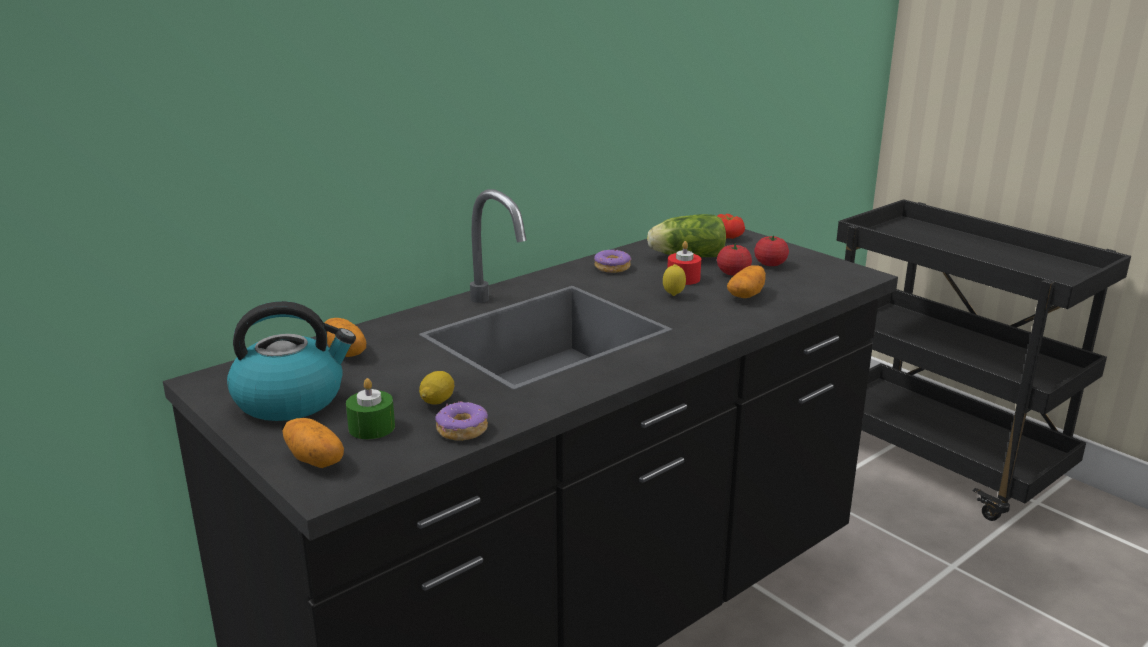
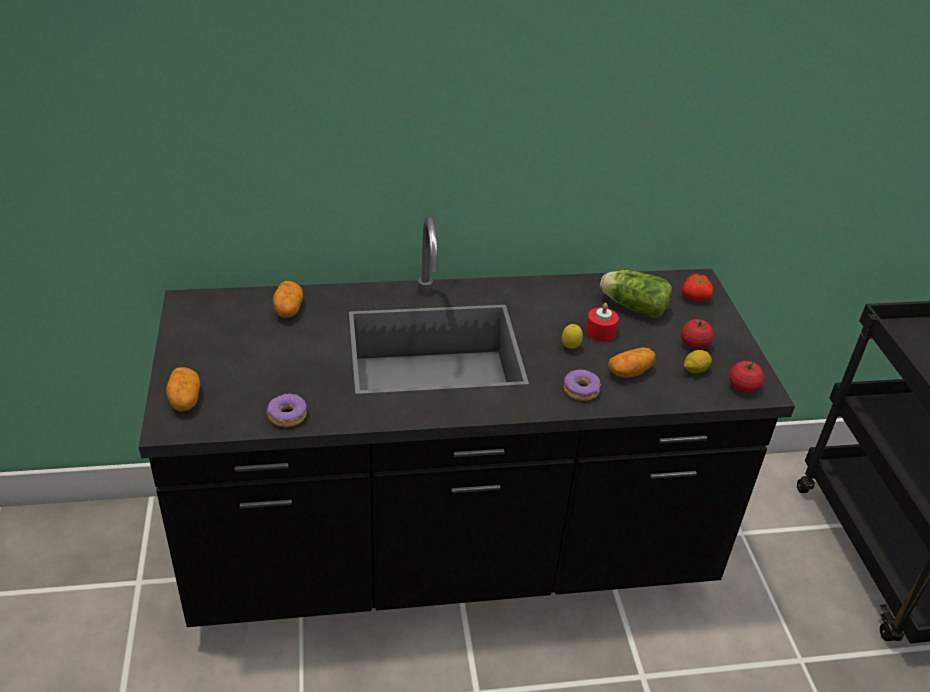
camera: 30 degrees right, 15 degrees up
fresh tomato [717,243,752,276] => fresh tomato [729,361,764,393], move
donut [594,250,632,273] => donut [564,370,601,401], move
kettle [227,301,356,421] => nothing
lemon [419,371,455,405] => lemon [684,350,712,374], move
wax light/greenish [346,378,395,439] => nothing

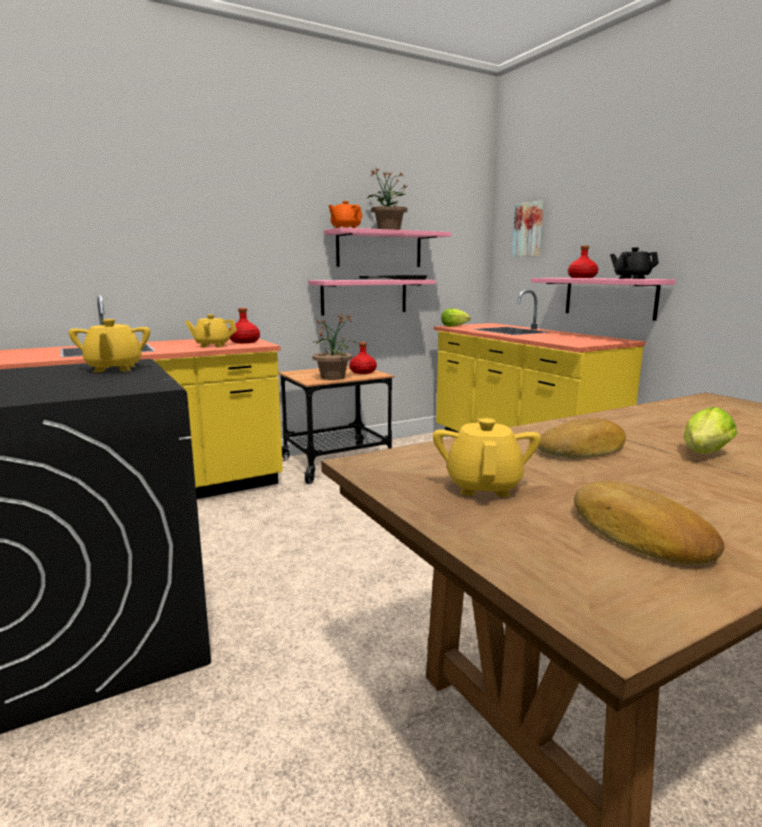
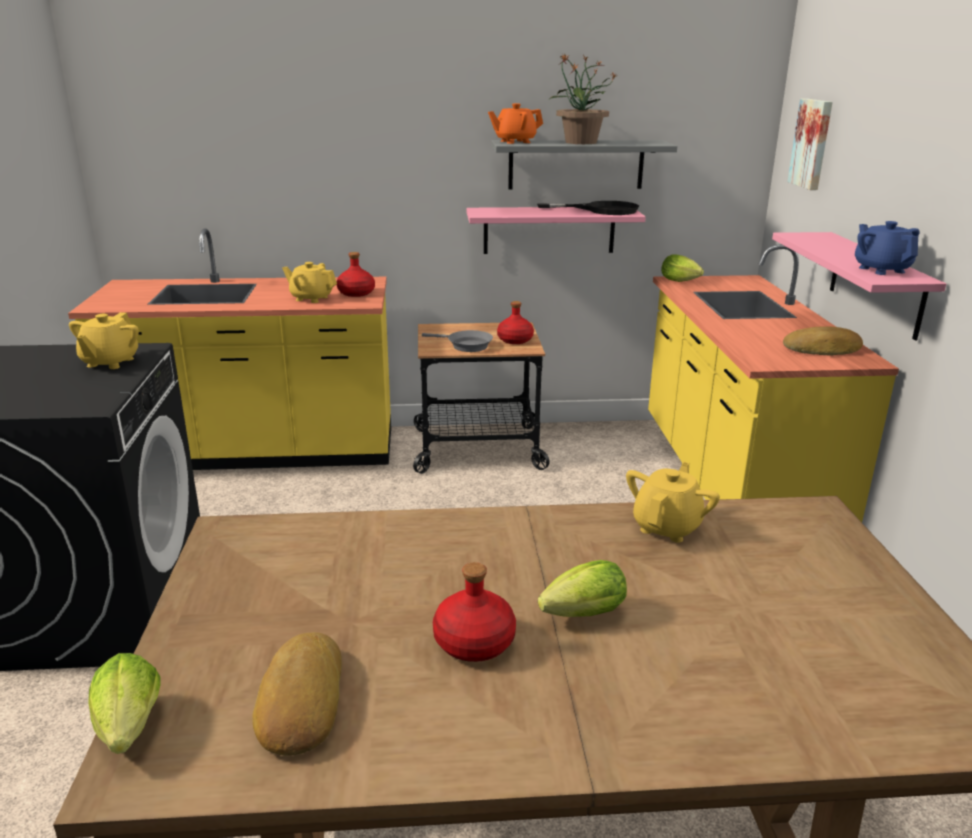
camera: 25 degrees right, 10 degrees up
wall shelf/pink-coloured [324,227,451,267] => wall shelf/gray [491,140,677,189]
bottle/red [568,246,598,278] => bottle/red [433,562,516,662], move
pot for tea/black-coloured [610,247,659,279] => pot for tea/bluish [855,221,920,275]
houseplant [313,314,358,380] => frying pan/gray [422,330,493,352]
pot for tea/yellowish [433,418,541,497] => pot for tea/yellowish [626,462,720,543], move
baked bread [538,418,626,458] => baked bread [783,326,863,355], move
nothing => lettuce [89,653,161,754]

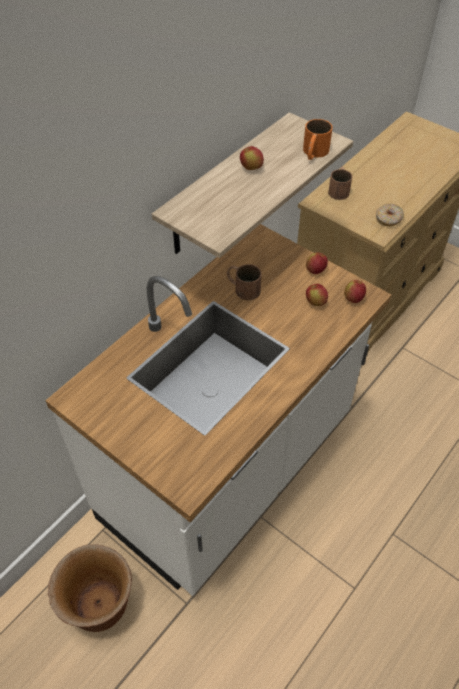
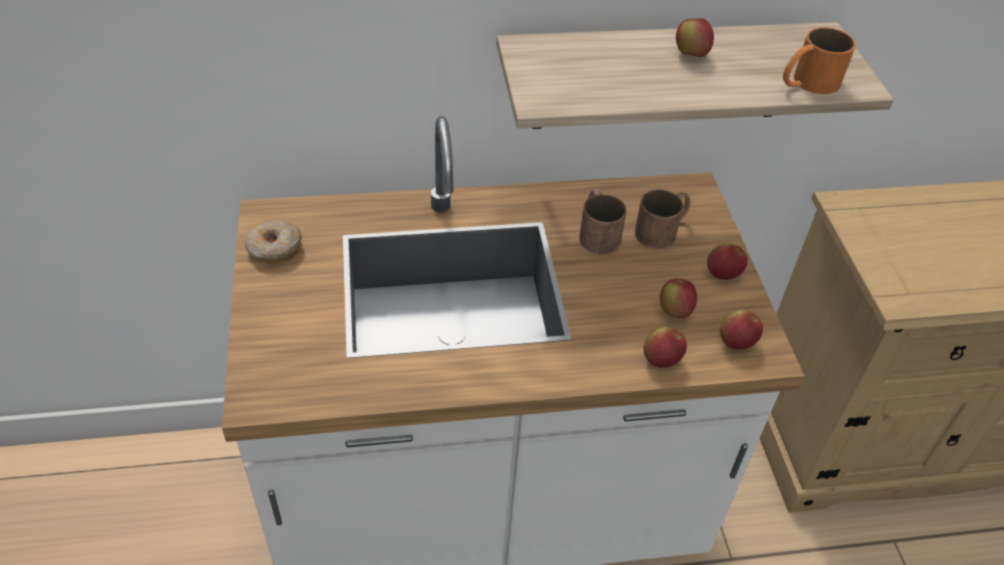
camera: 40 degrees right, 5 degrees down
coffee mug/brown-coloured [328,167,352,200] => coffee mug/brown-coloured [635,190,690,249], move
donut [376,204,404,226] => donut [244,220,302,263], move
flower pot/brown-coloured [48,544,132,632] => nothing
nothing => apple fruit [644,327,687,368]

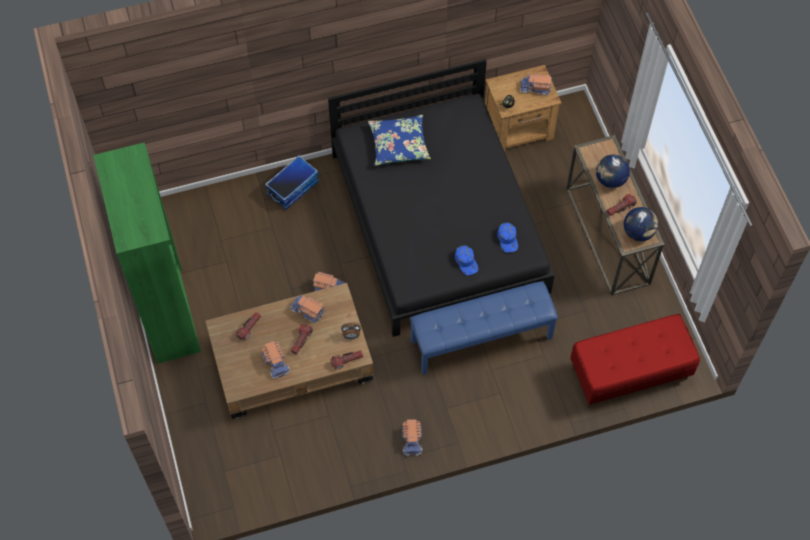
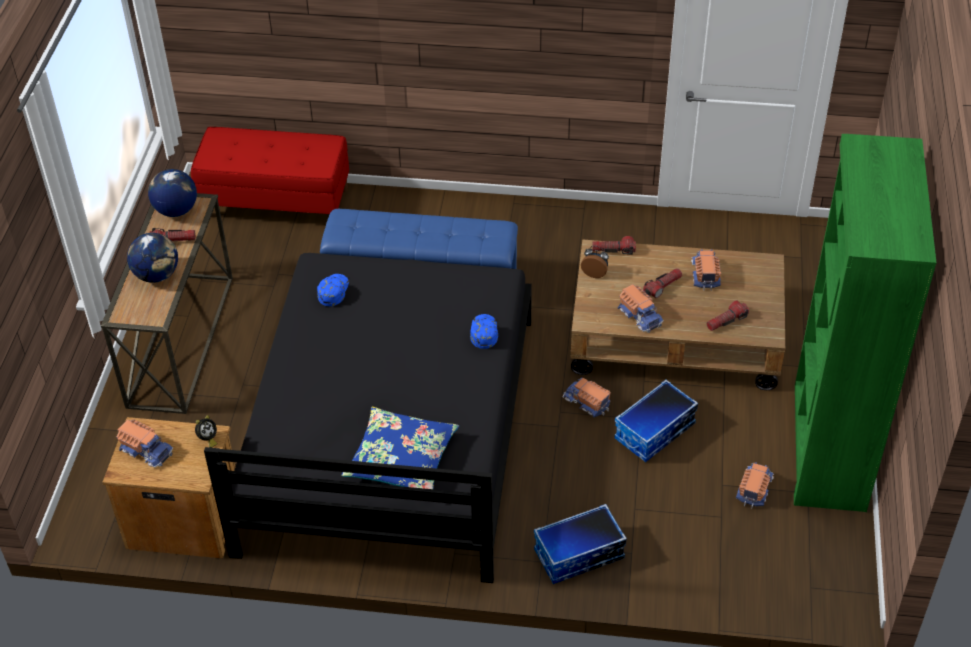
camera: 155 degrees left, 15 degrees down
cap/bluish [455,245,478,275] => cap/bluish [470,314,498,349], move
toy lorry [402,419,422,456] => toy lorry [736,462,774,508], move
nothing => storage bin [614,380,698,462]

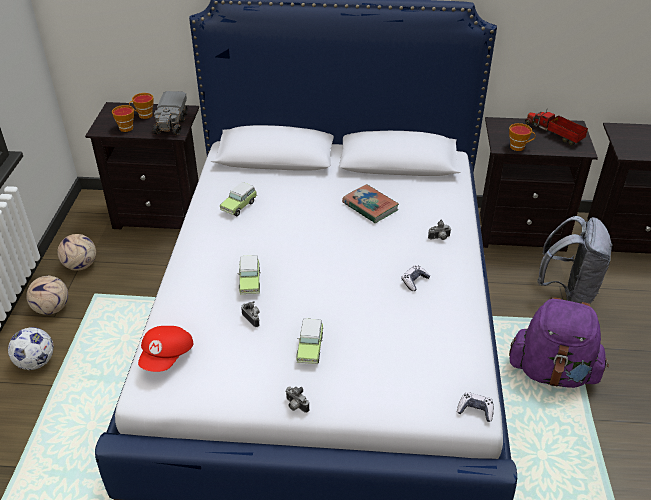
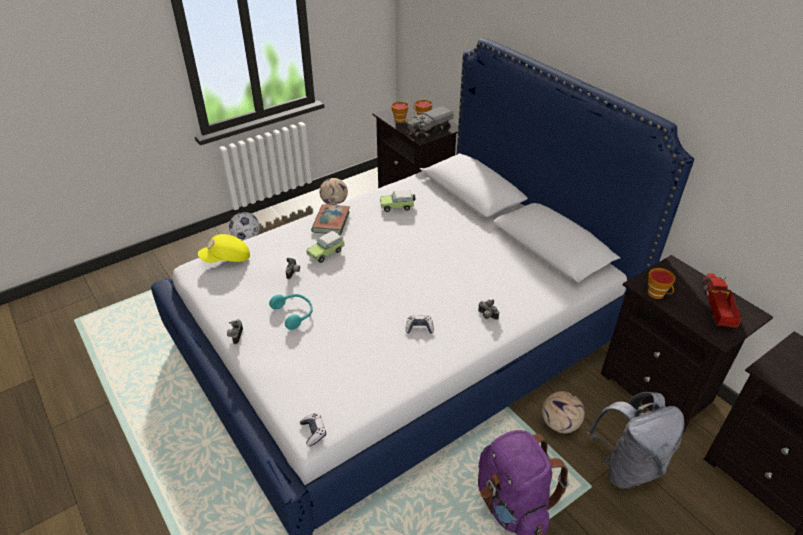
camera: 50 degrees right, 0 degrees up
bound book [342,184,399,223] => bound book [311,204,350,235], move
football ball [26,275,68,315] => football ball [542,391,585,433], move
miniature car [296,318,324,364] => headset/blue-green [269,294,313,330]
cap/red [138,326,193,372] => cap/yellowish [198,234,250,263]

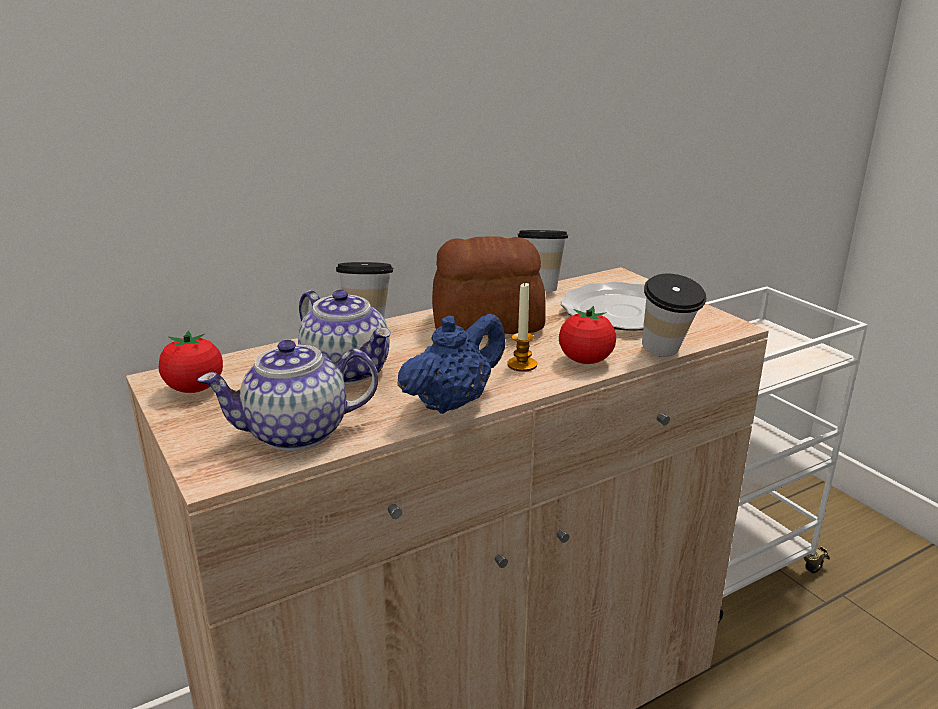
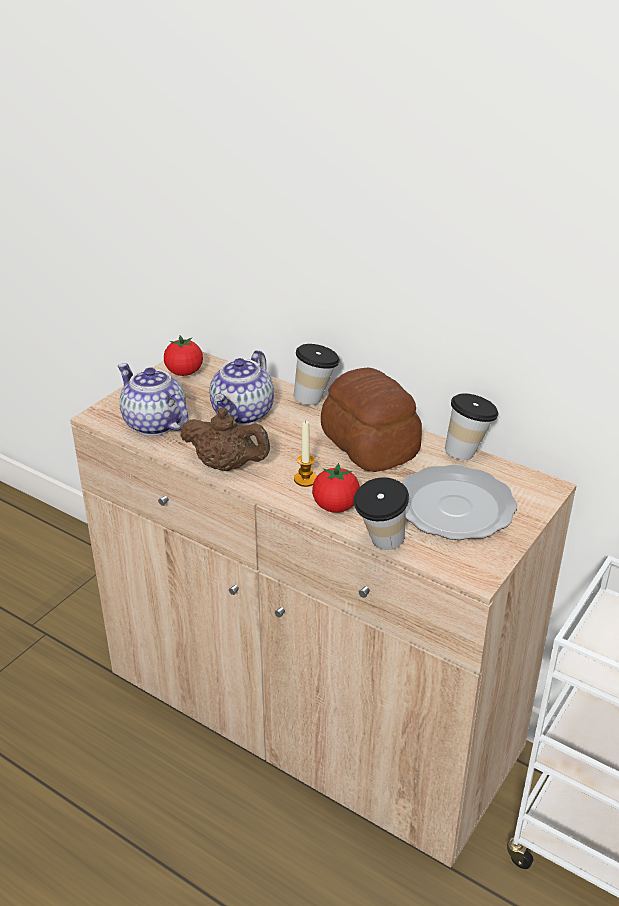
camera: 65 degrees right, 10 degrees up
pot for tea/bluish [397,314,505,414] => pot for tea/brown-coloured [180,408,270,471]

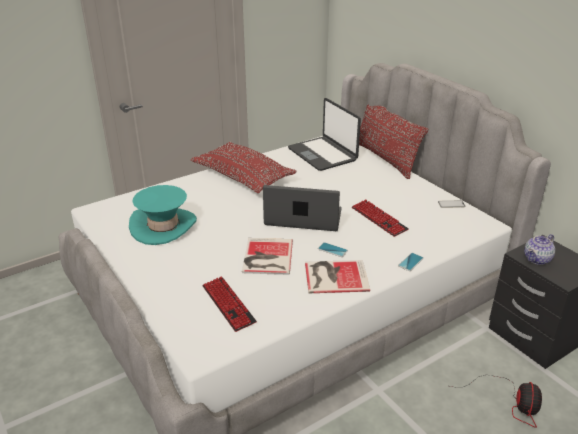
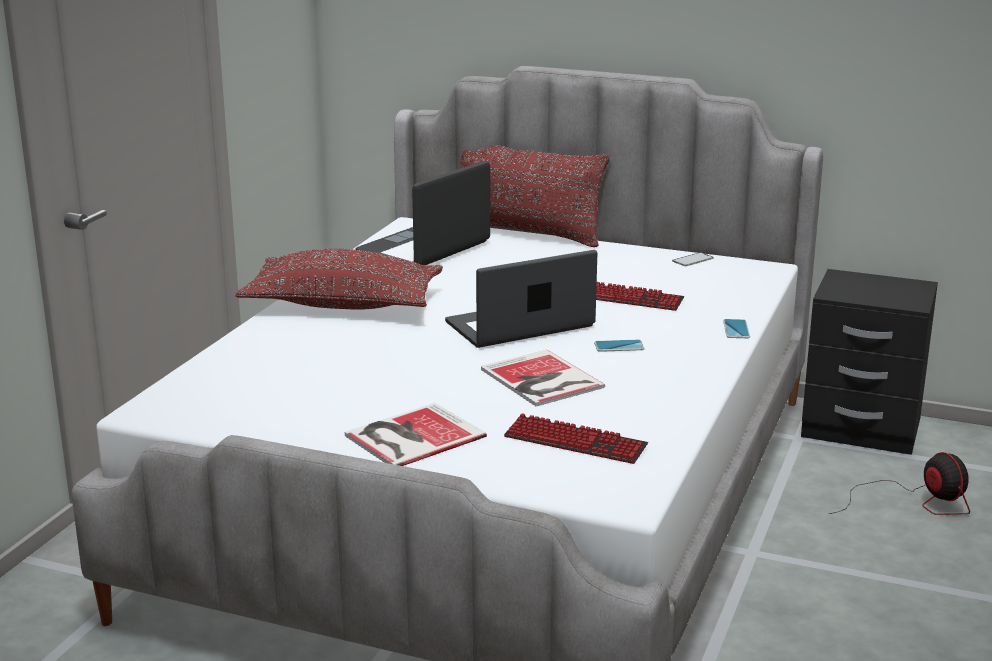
camera: 35 degrees left, 10 degrees down
portable computer [288,98,361,171] => portable computer [356,161,490,265], 105 degrees clockwise
wearable hat/blue-green [129,185,197,245] => nothing
pot for tea [524,234,555,265] => nothing
bound book [305,260,370,293] => bound book [345,403,487,466], move

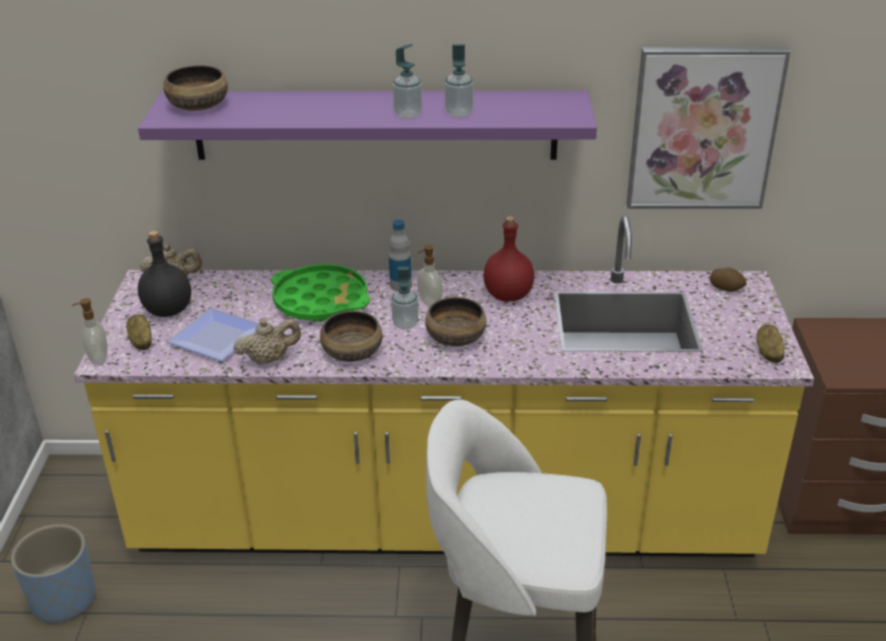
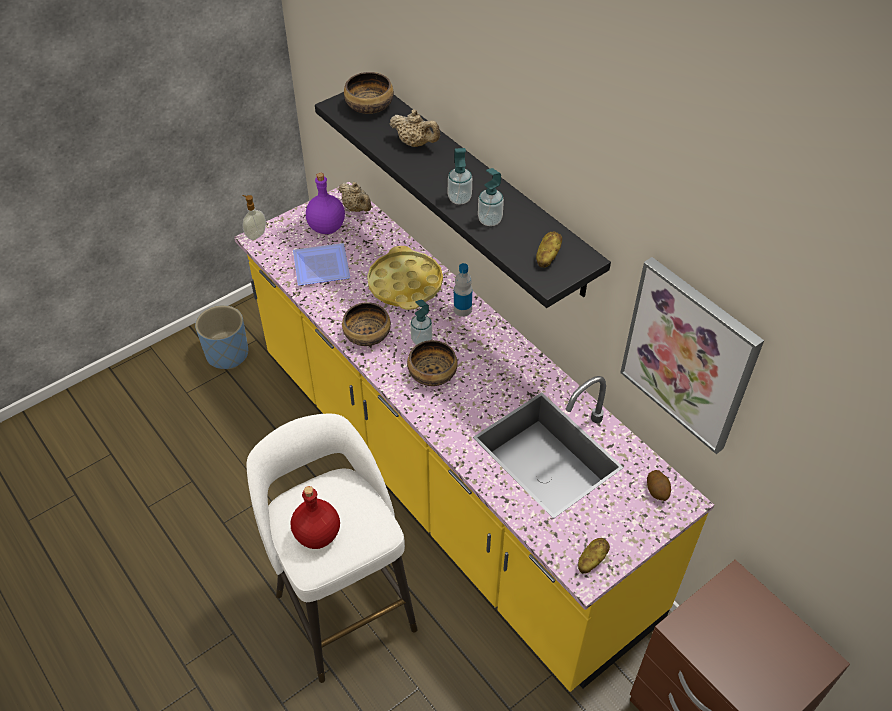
camera: 50 degrees right, 15 degrees up
wall shelf/purplish [138,91,597,160] => wall shelf/black-coloured [315,92,611,308]
bottle/red [483,216,534,302] => bottle/red [290,486,340,549], move
bottle/black-coloured [138,231,191,317] => bottle/purplish [306,173,345,234]
liquid soap bottle [417,245,443,307] => nothing
serving tray/greenish [271,264,370,322] => serving tray/yellowish [367,246,443,310]
potato [126,314,152,350] => potato [536,232,562,268], move
pot for tea/beige [233,319,301,365] => pot for tea/beige [390,109,440,147], move

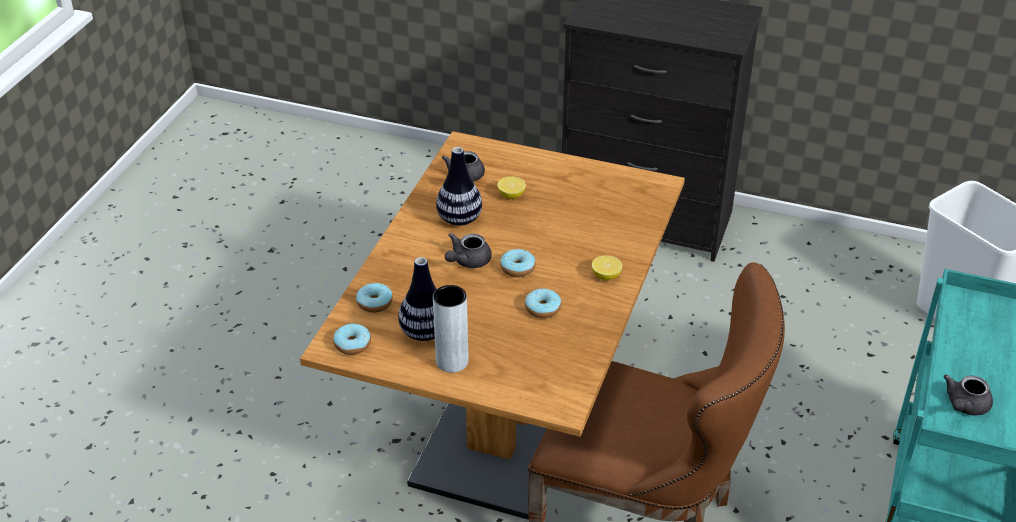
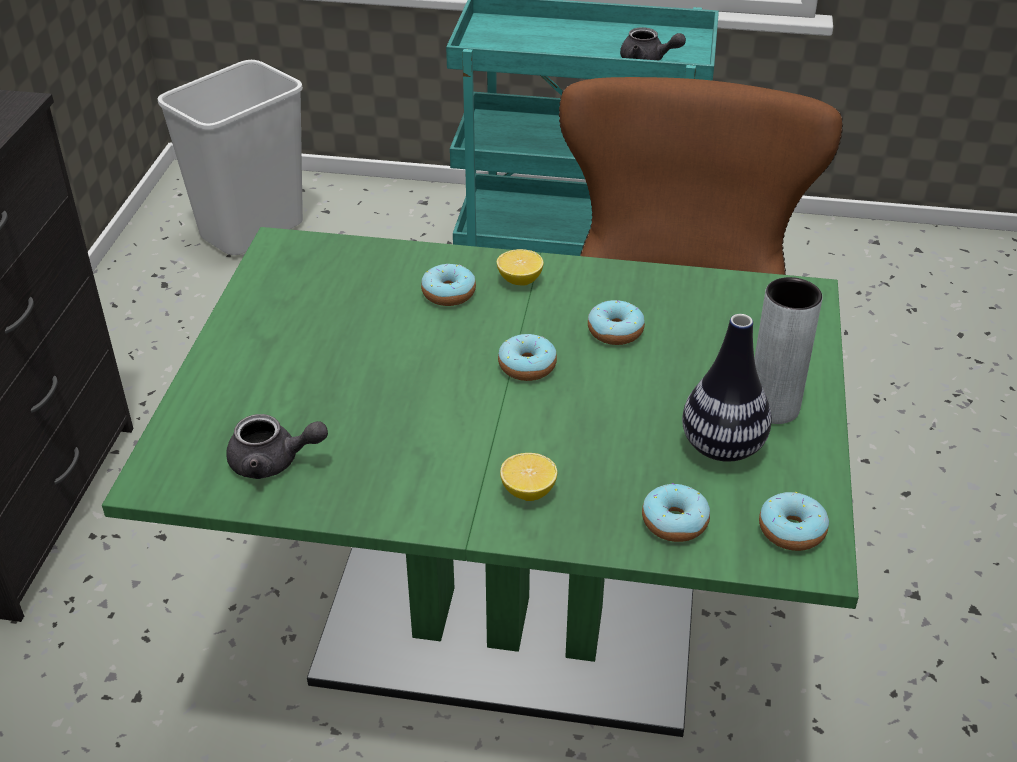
camera: 100 degrees left, 0 degrees up
dinner table/brown-coloured [300,131,685,520] => dinner table/greenish [102,227,859,737]
decorative vase [436,147,482,226] => nothing
lemon [497,176,526,199] => lemon [500,453,557,501], move
pot for tea/gray [445,233,492,268] => nothing
nothing => donut [421,264,476,306]

